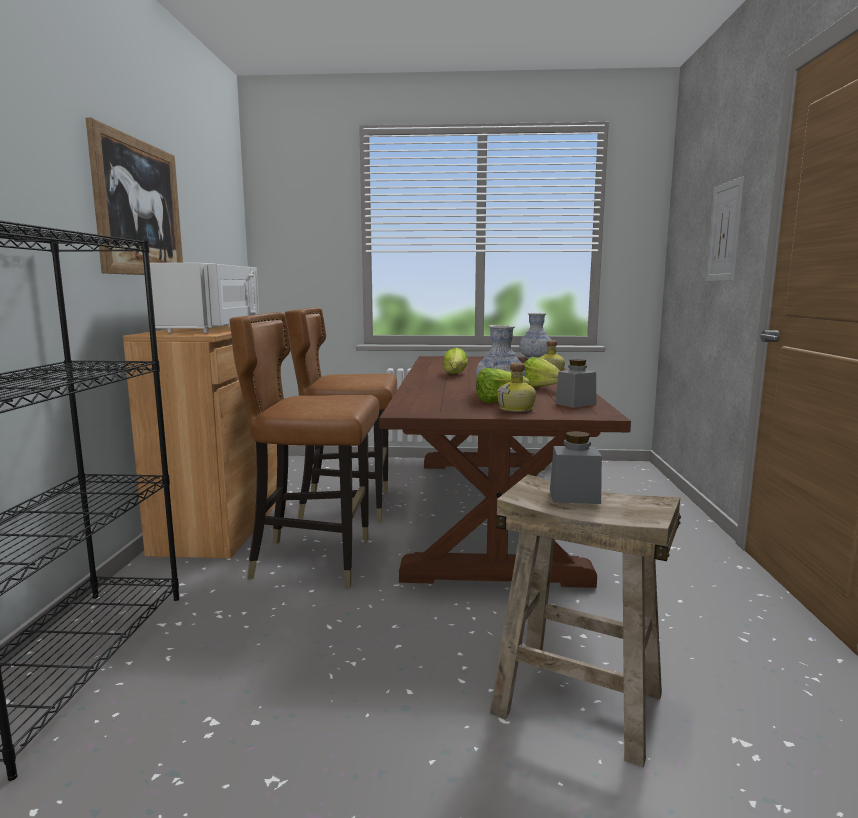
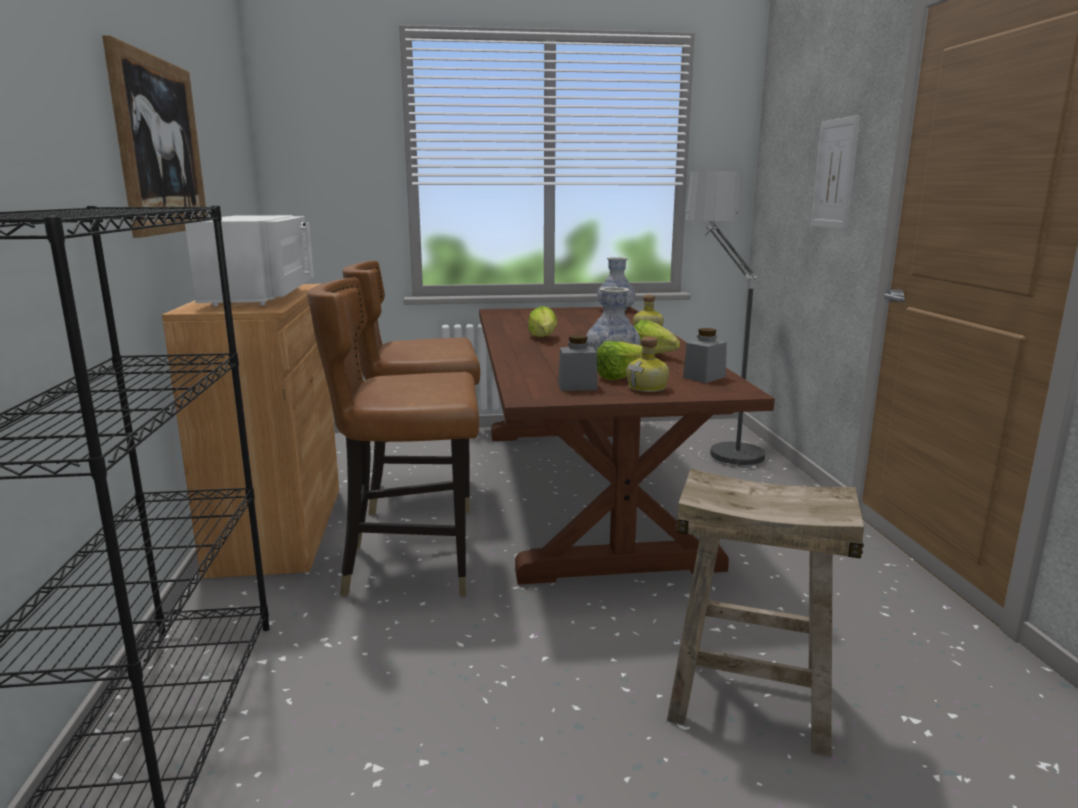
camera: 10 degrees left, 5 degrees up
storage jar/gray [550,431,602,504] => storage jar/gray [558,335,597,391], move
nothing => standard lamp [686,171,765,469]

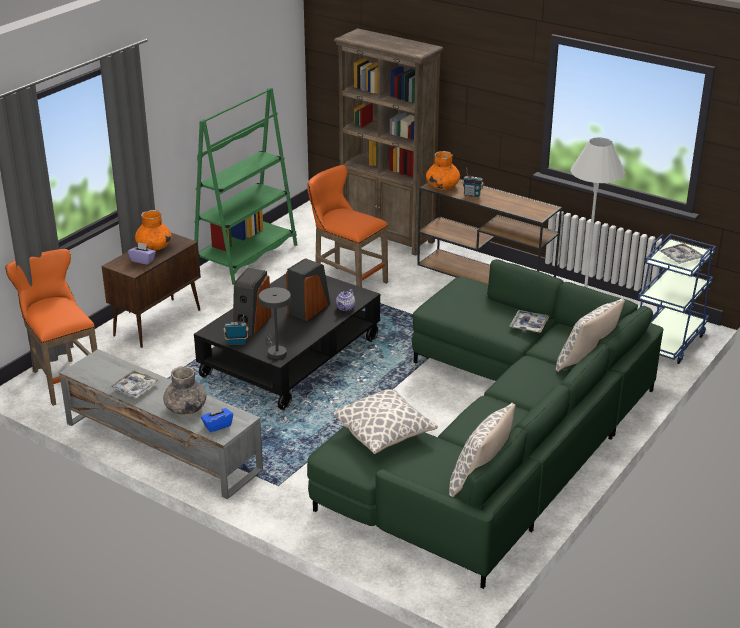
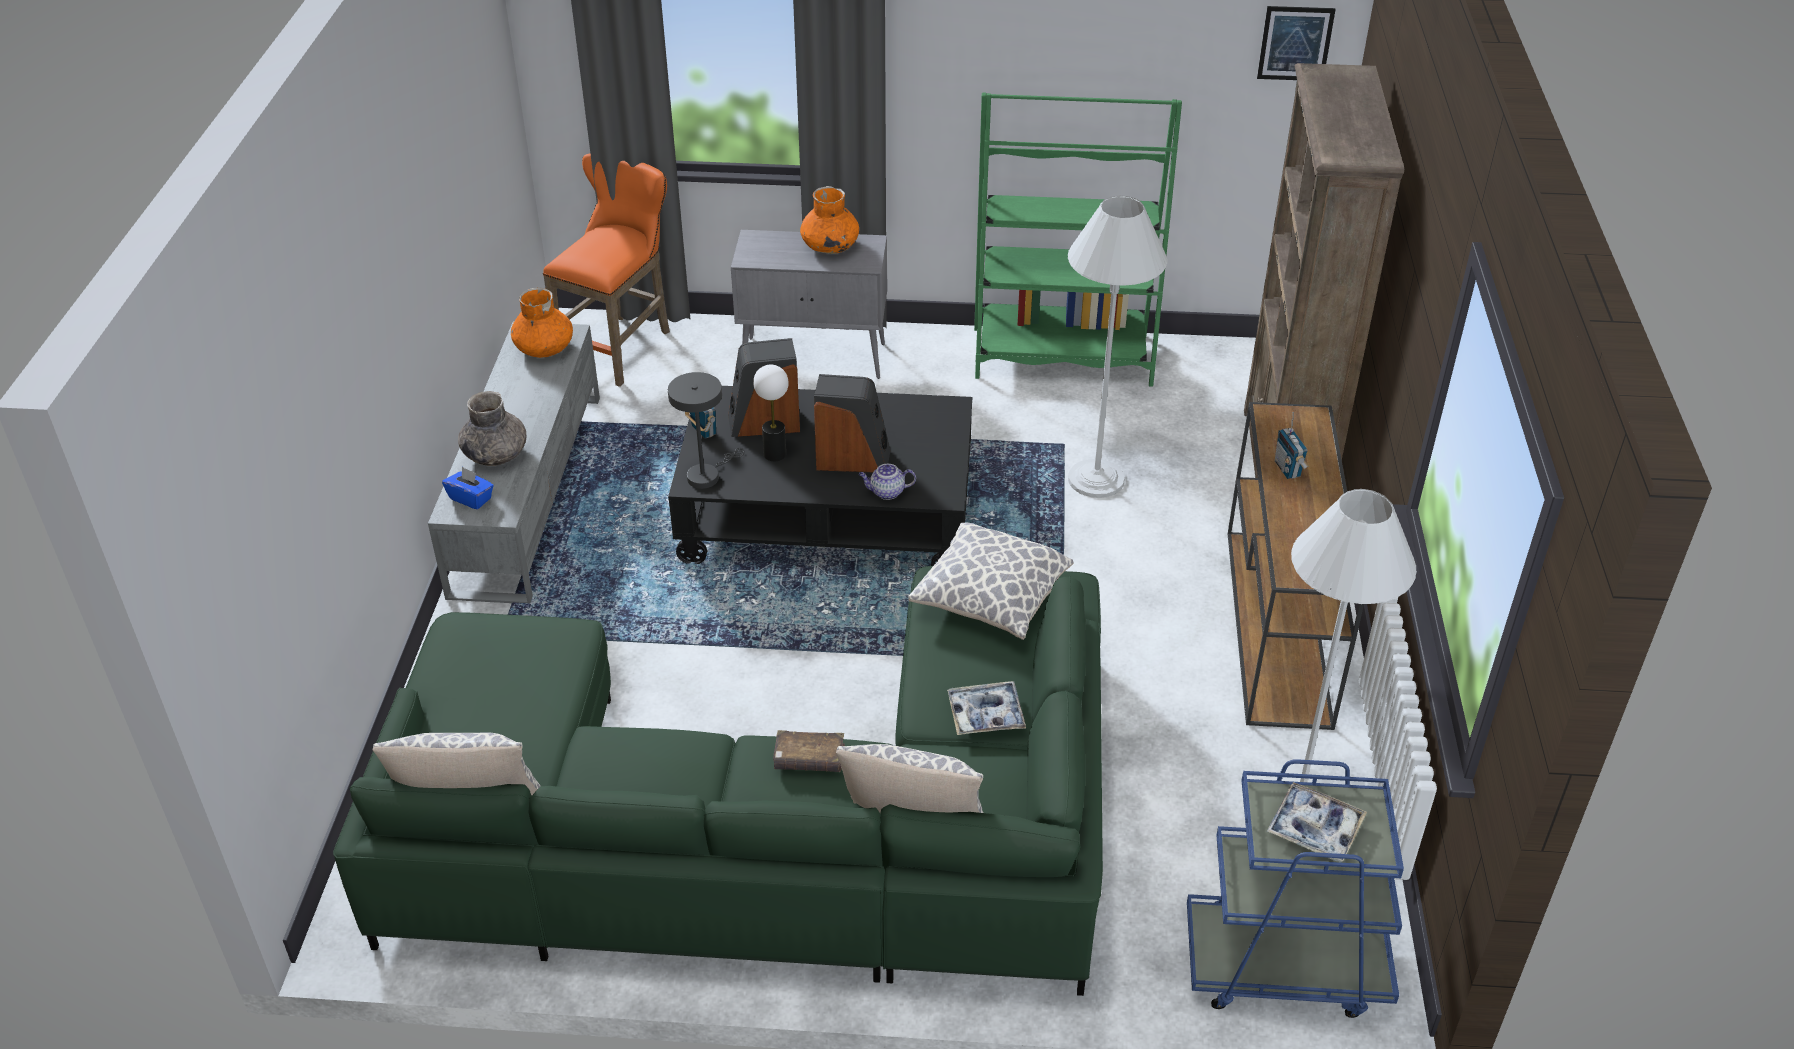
camera: 60 degrees right, 10 degrees up
decorative vase/orange-coloured [426,151,460,189] => decorative vase/orange-coloured [511,288,573,358], move
stool/orange-coloured [307,165,388,287] => standard lamp/whitish [1068,196,1167,498]
storage cabinet/brown-coloured [102,233,201,348] => storage cabinet/gray [731,230,887,379]
box of tissues/purplish [128,242,156,265] => nothing
serving tray [110,370,160,398] => nothing
throw pillow [334,389,438,454] => throw pillow [908,523,1073,640], move
nothing => wall art [1257,6,1336,80]
nothing => lamp for a table [753,364,789,461]
nothing => bound book/brown-coloured [773,730,845,772]

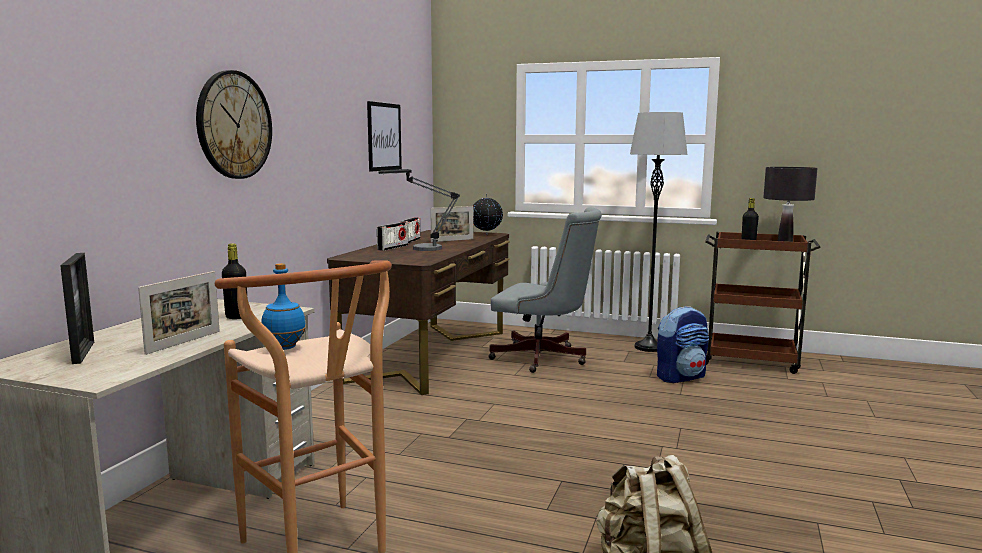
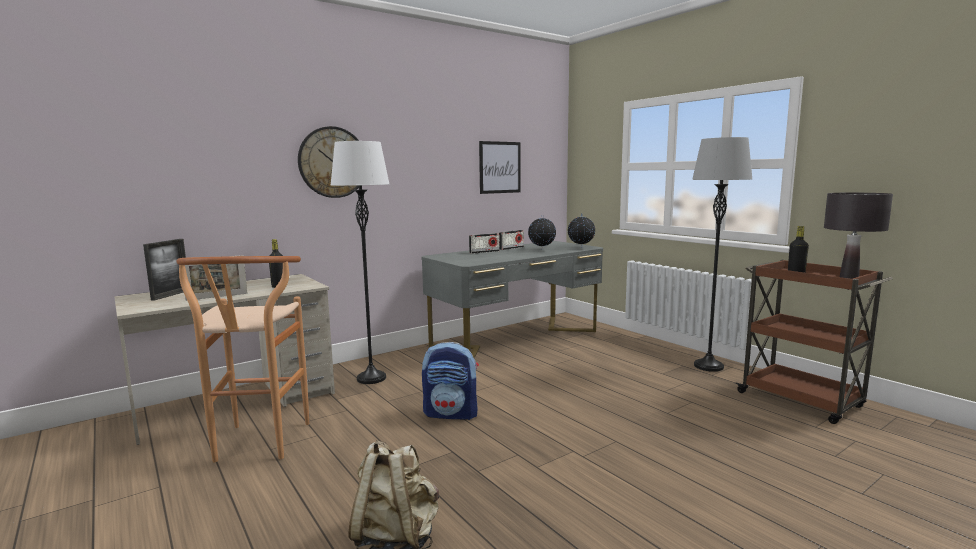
camera: 35 degrees right, 0 degrees up
lamp for a table [378,169,460,251] => nothing
photo frame [430,206,474,242] => desk globe [528,215,556,249]
office chair/gray [488,207,602,373] => nothing
desk table/brown-coloured [327,230,510,395] => desk table/gray [421,241,603,358]
bottle/bluish [261,263,306,350] => nothing
rucksack [657,307,709,383] => rucksack [422,342,479,420], move
nothing => standard lamp/whitish [331,141,389,384]

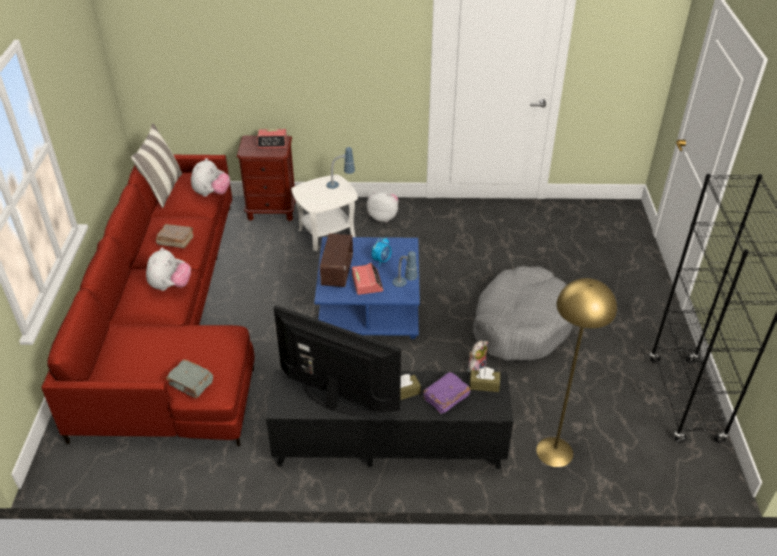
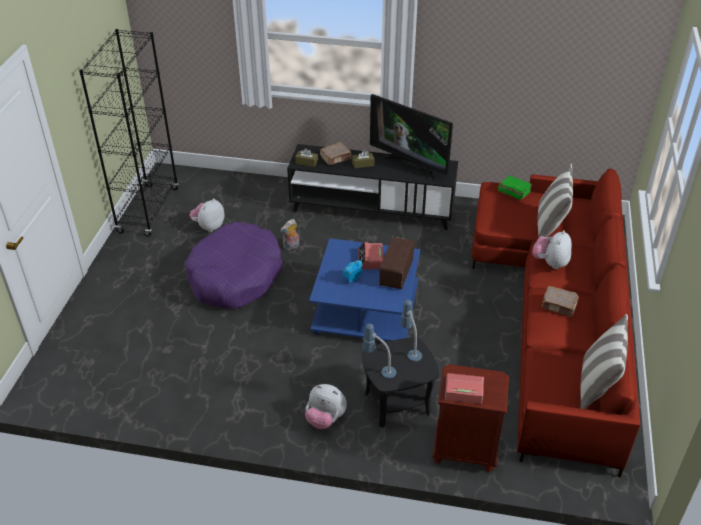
camera: 170 degrees left, 0 degrees up
soft toy [191,158,230,197] => soft toy [189,199,225,232], move
side table/whitish [292,175,358,251] => side table/black-coloured [362,337,439,428]
lamp for a table [392,251,418,287] => lamp for a table [400,300,422,362], move
pet bed/gray [473,266,573,361] => pet bed/purplish [185,222,283,308]
standard lamp/yellowish [536,278,617,467] => nothing
bound book/gray [166,359,213,399] => bound book/greenish [498,175,532,200]
bound book/purplish [423,372,470,414] => bound book/brown-coloured [320,142,351,165]
nothing => throw pillow [537,164,573,237]

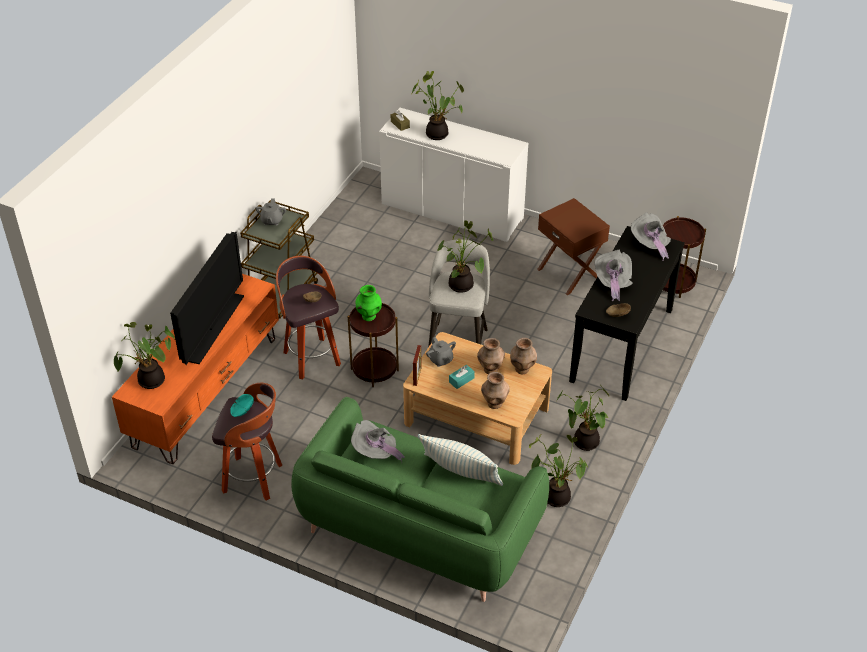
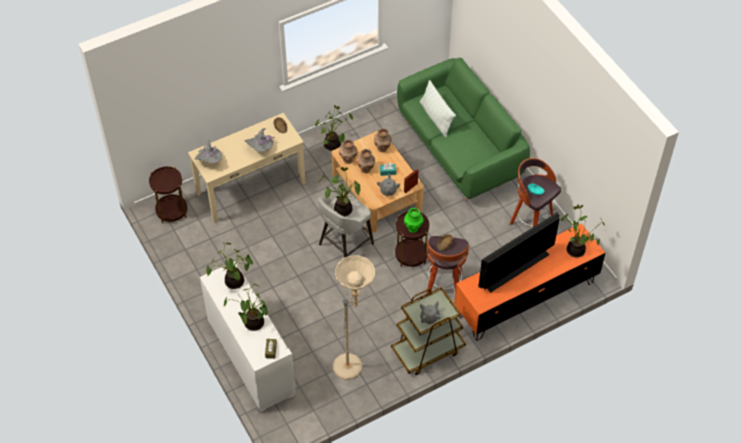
camera: 145 degrees left, 10 degrees up
side table/brown-coloured [537,198,610,295] => nothing
console table/black-coloured [569,226,685,401] => console table/beige [188,113,306,223]
wearable hat/gray [351,420,405,462] => nothing
houseplant [529,435,588,507] => houseplant [206,243,253,289], move
nothing => standard lamp/beige [333,255,375,380]

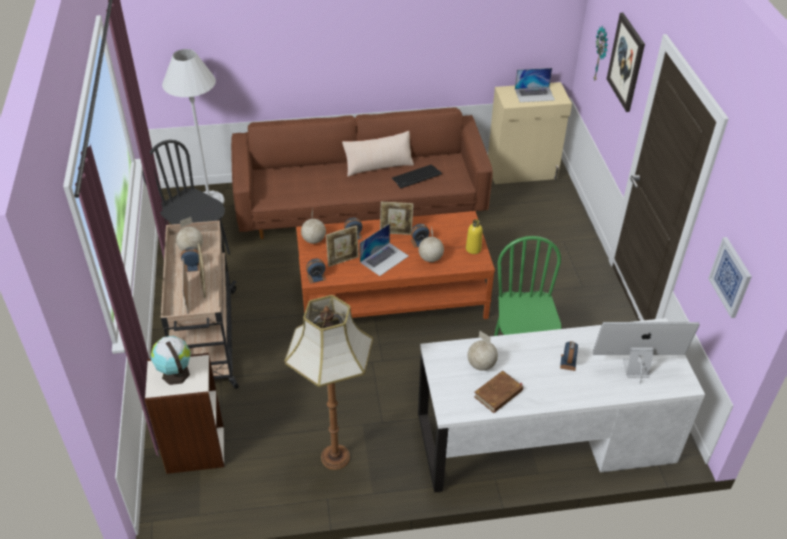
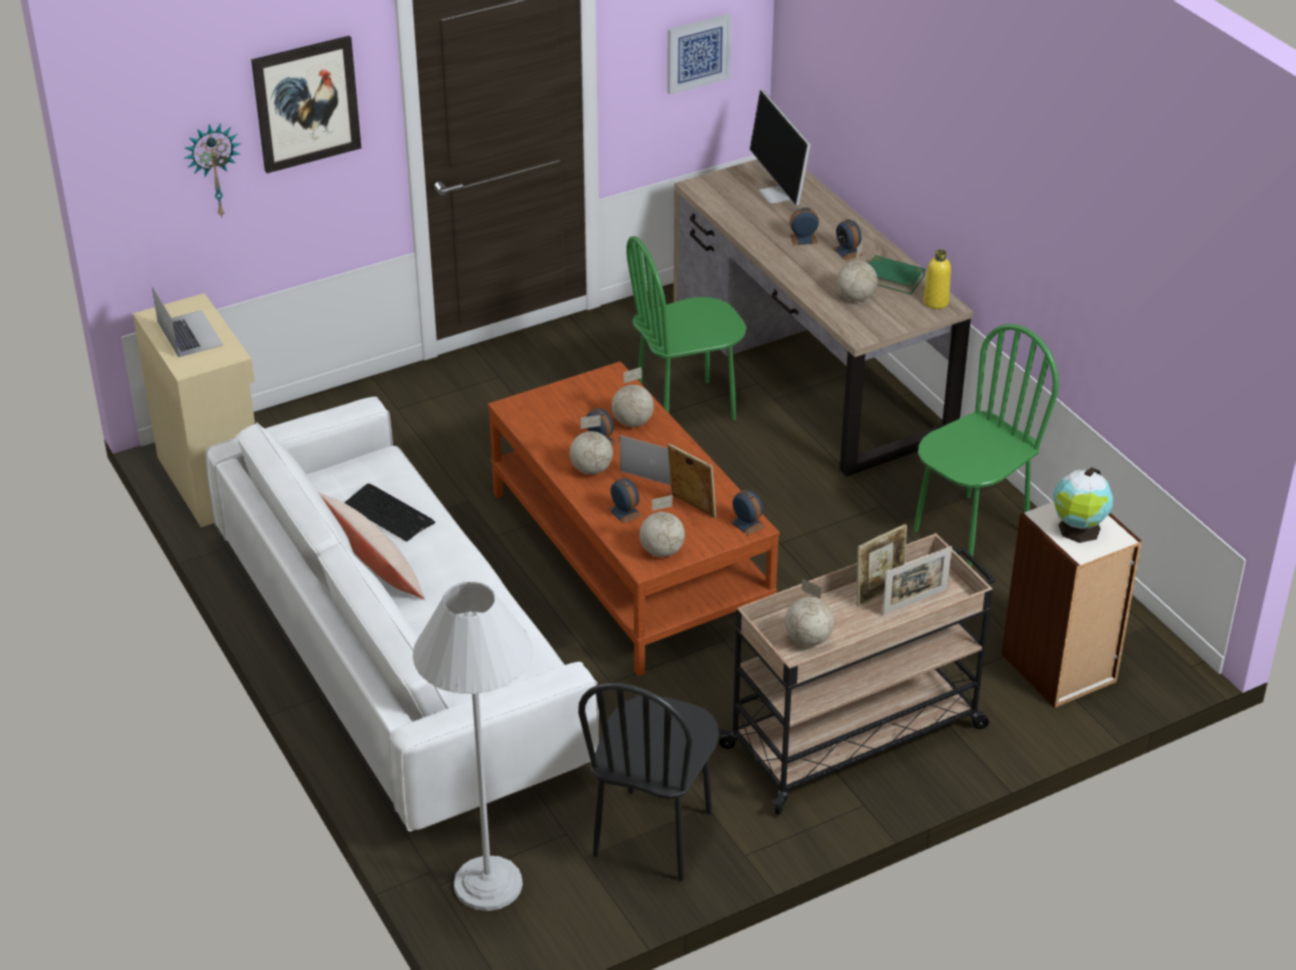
camera: 110 degrees left, 5 degrees down
couch/brown-coloured [231,107,493,239] => couch/whitish [205,397,599,832]
photo frame [380,202,414,235] => desk globe [570,415,613,475]
bottle/yellowish [466,219,483,254] => bottle/yellowish [923,249,951,309], move
bedside clock [181,247,200,272] => bedside clock [833,219,863,260], move
standard lamp [284,295,373,470] => chair/greenish [914,324,1059,567]
desk table/whitish [418,318,705,492] => desk table/brown-coloured [673,159,973,477]
bound book/brown-coloured [474,371,523,413] => bound book/greenish [869,255,925,294]

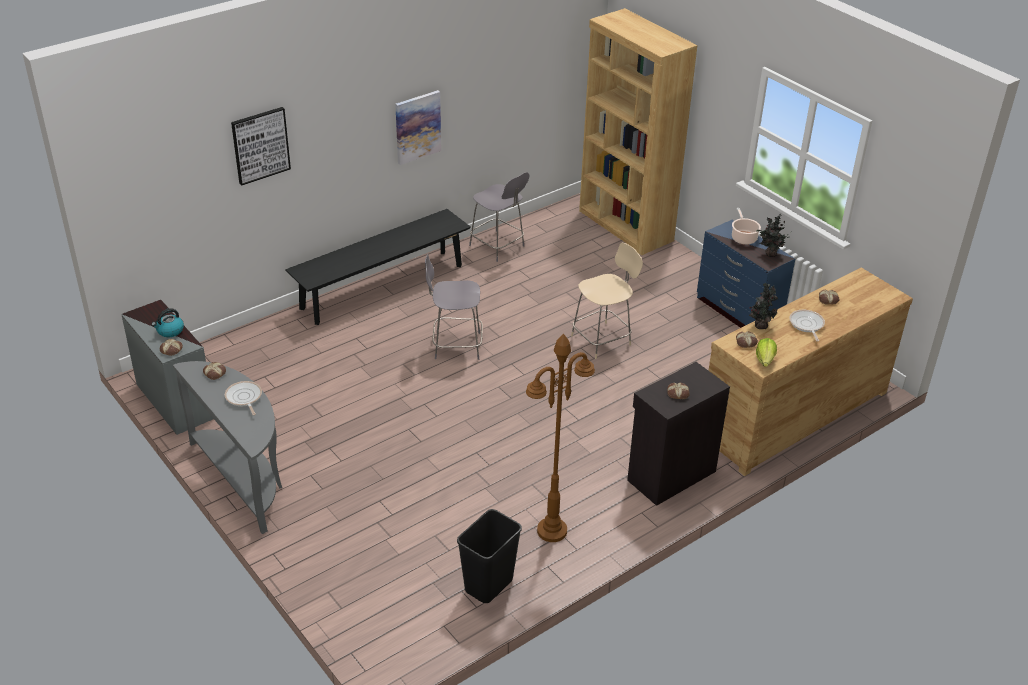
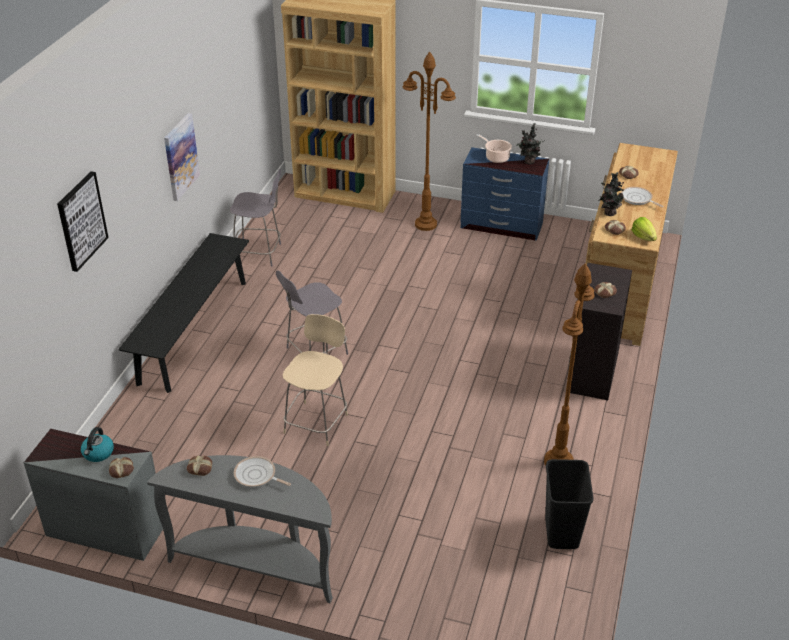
camera: 35 degrees left, 0 degrees up
chair/beige [571,243,643,359] => chair/beige [283,314,348,446], move
nothing => standard lamp/brown-coloured [403,51,456,231]

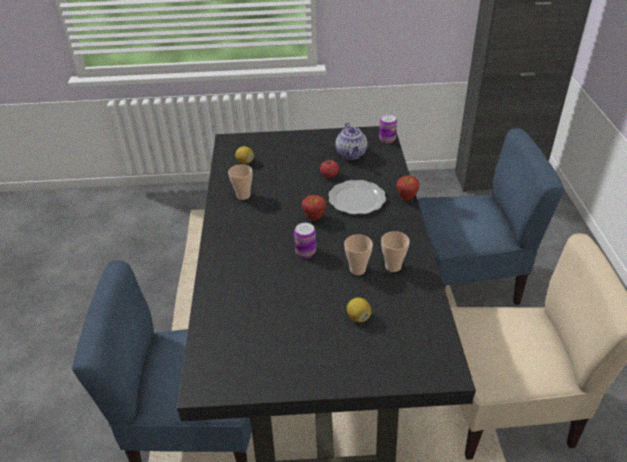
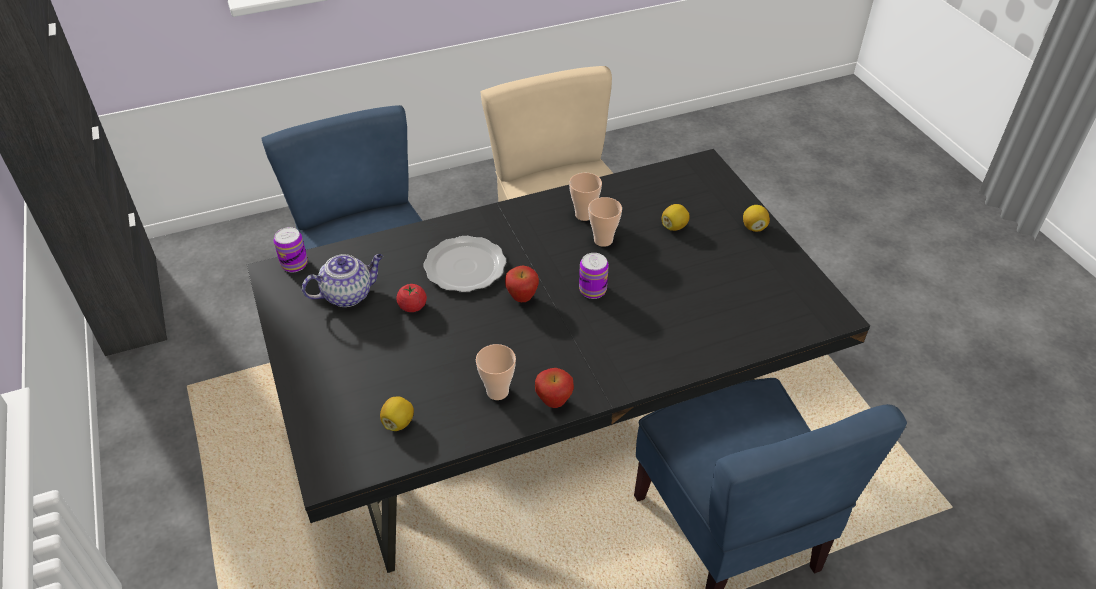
camera: 110 degrees left, 5 degrees up
apple fruit [396,175,419,201] => apple fruit [535,368,574,408], move
nothing => lemon [743,205,770,232]

